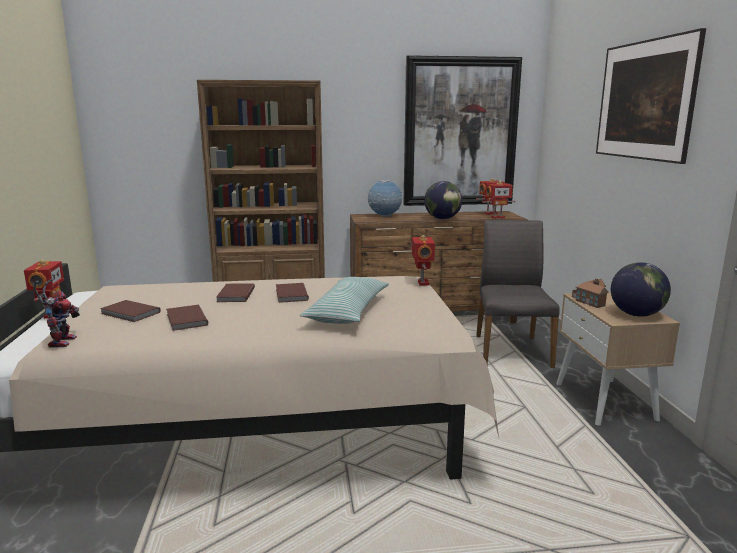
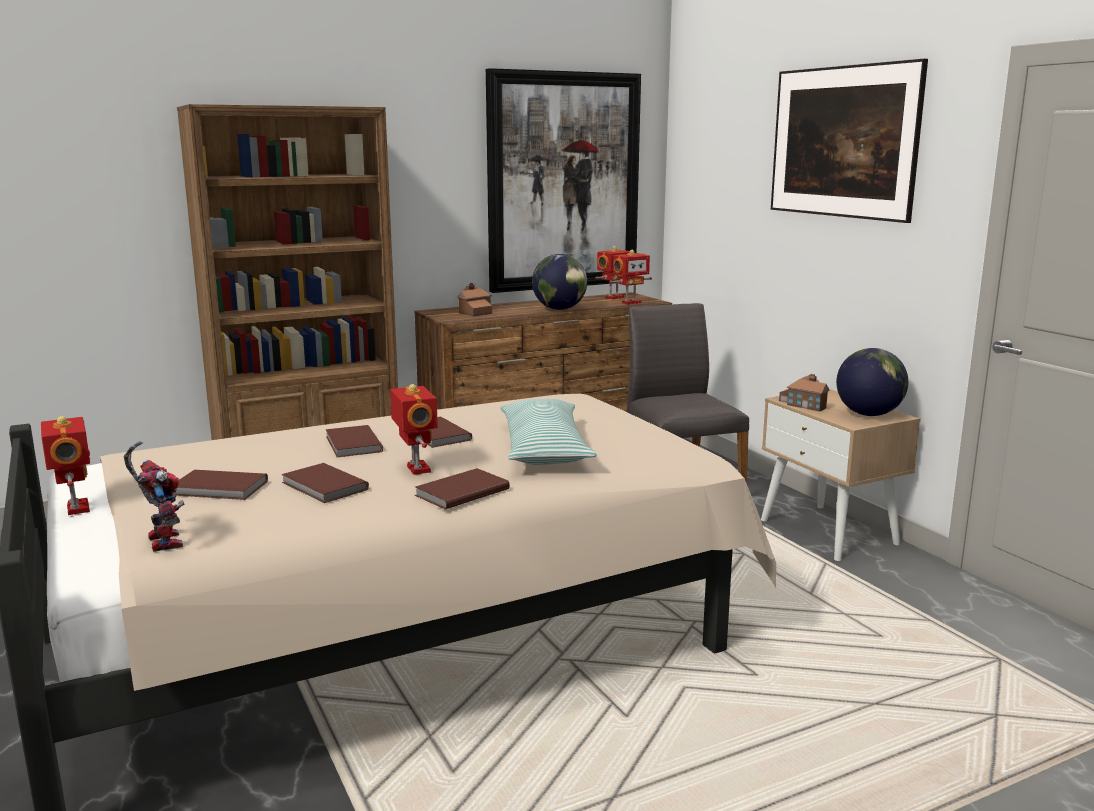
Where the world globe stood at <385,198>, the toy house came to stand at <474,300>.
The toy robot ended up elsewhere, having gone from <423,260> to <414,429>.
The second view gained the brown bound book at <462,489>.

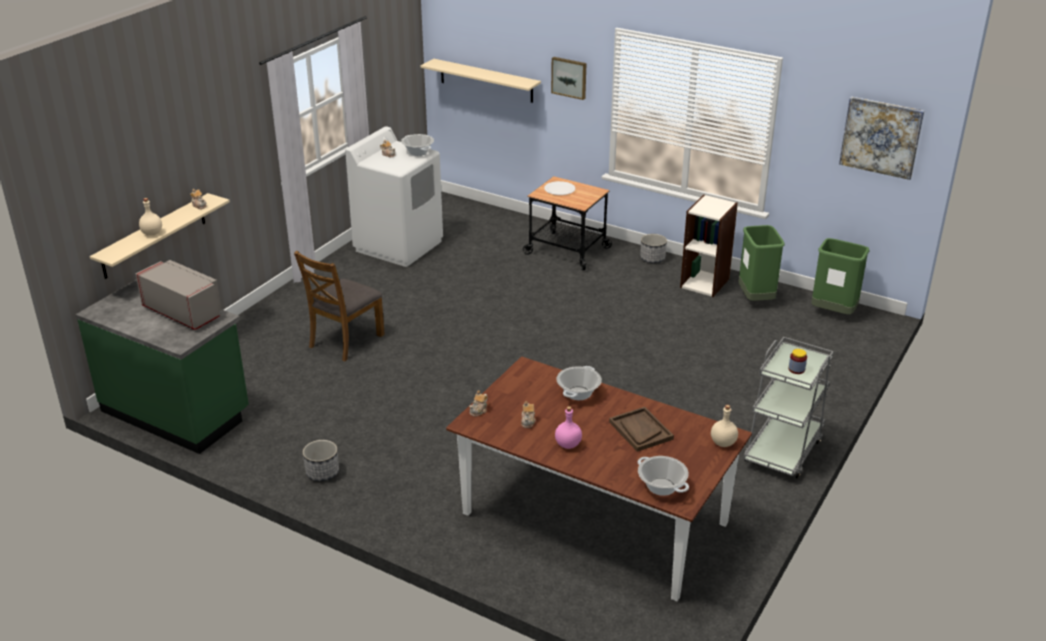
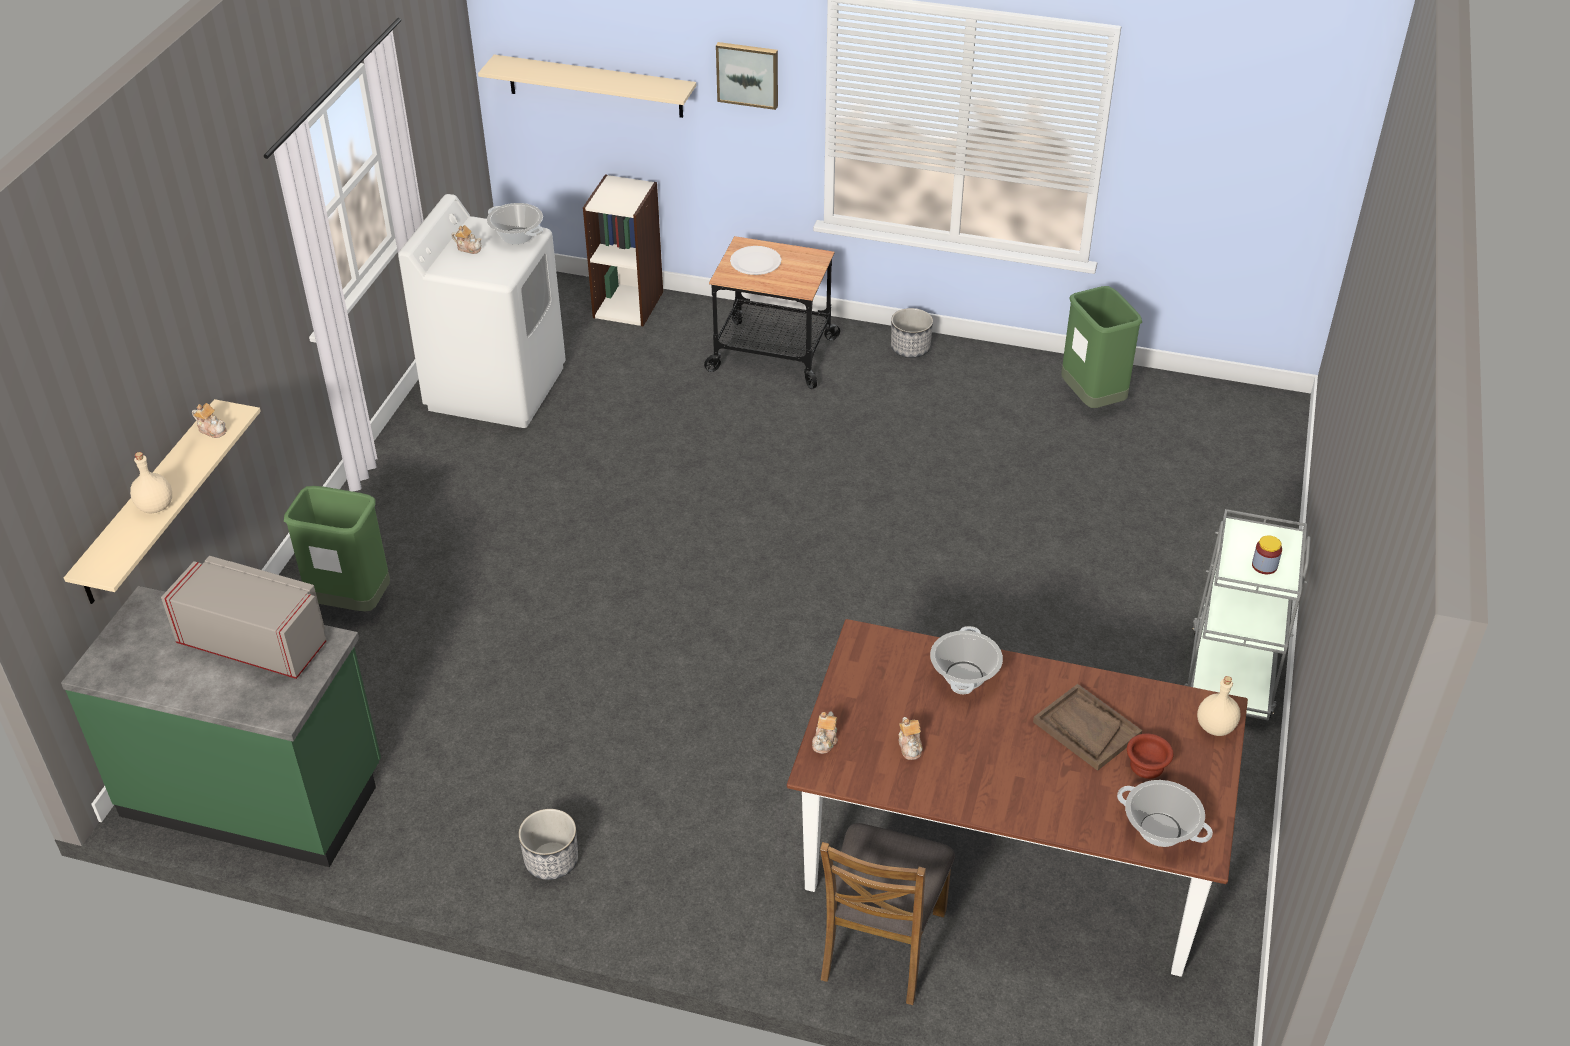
The brown plain chair ended up elsewhere, having gone from <339,306> to <887,914>.
The second view lost the pink-coloured drink bottle at <568,427>.
The shelving unit ended up elsewhere, having gone from <709,246> to <623,250>.
The green-coloured trash can ended up elsewhere, having gone from <840,276> to <337,548>.
The second view lost the picture at <881,138>.
The second view gained the brown serving bowl at <1150,756>.

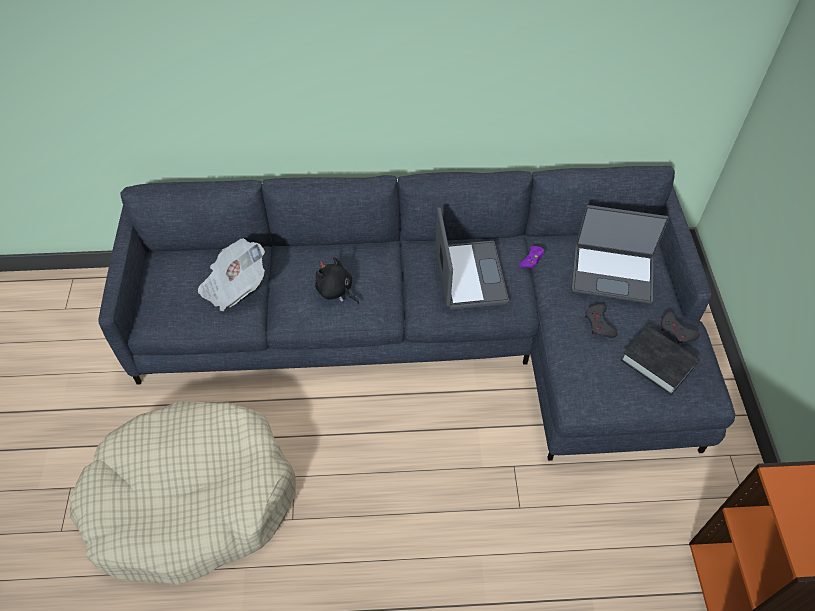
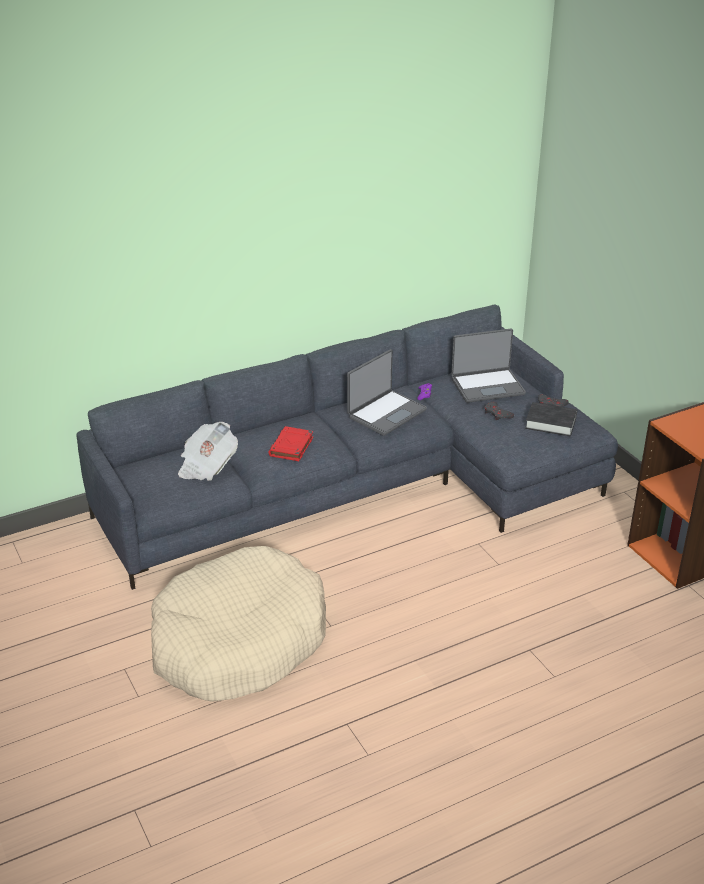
Where the black-coloured soft toy stood at <337,281>, the red-coloured bound book came to stand at <290,443>.
The laptop at <472,258> ended up facing another way, 75 degrees clockwise from before.

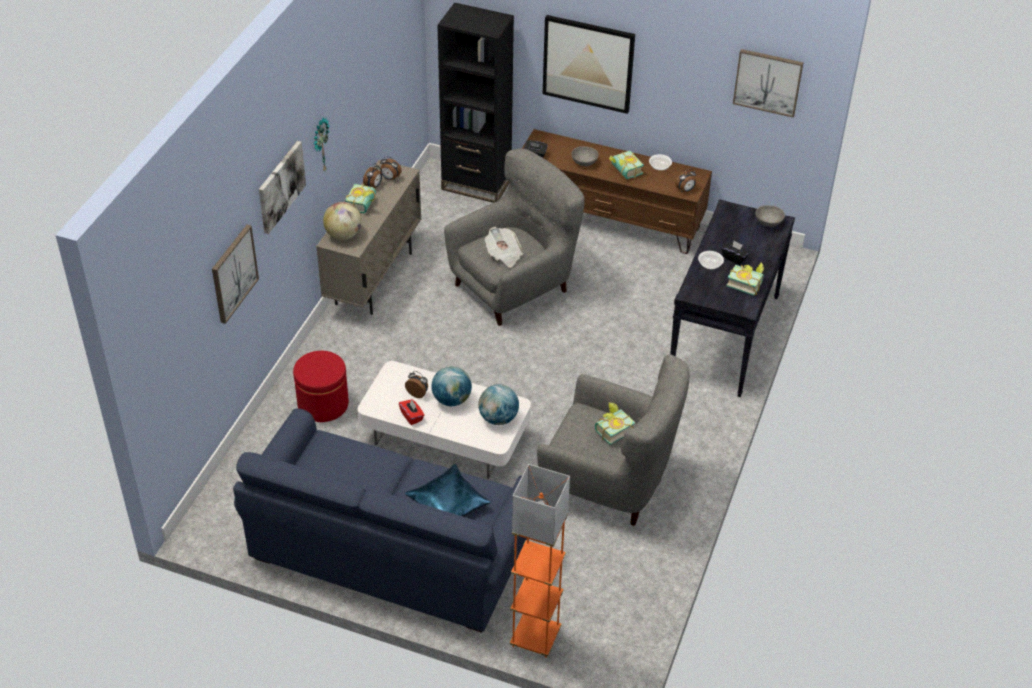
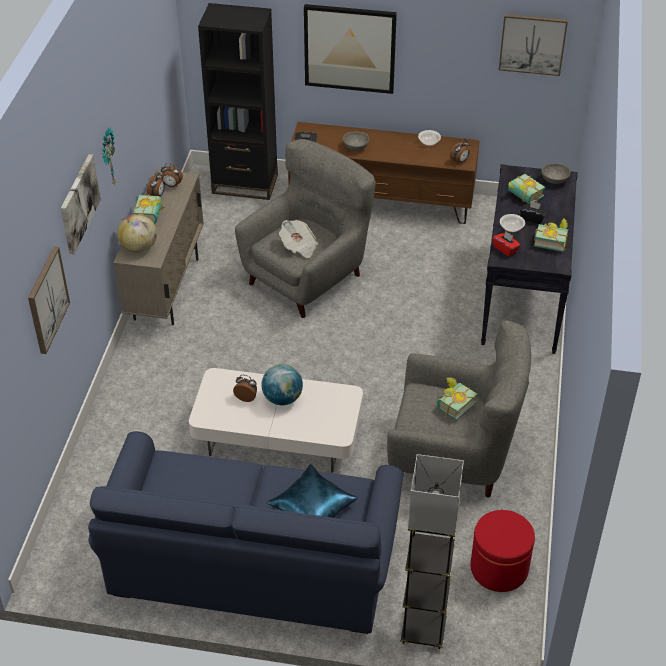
The red-coloured footrest ended up elsewhere, having gone from <321,386> to <502,551>.
The red-coloured tissue holder ended up elsewhere, having gone from <411,412> to <507,244>.
The second view lost the world globe at <498,405>.
What was the orangey standing lamp at <540,561> turned into the gray standing lamp at <432,551>.
The bound book ended up elsewhere, having gone from <626,165> to <526,189>.

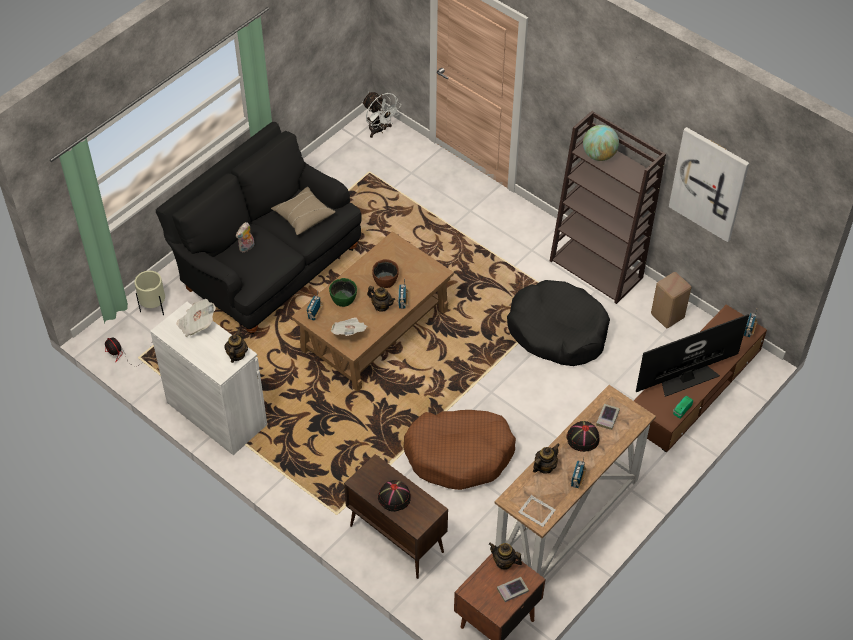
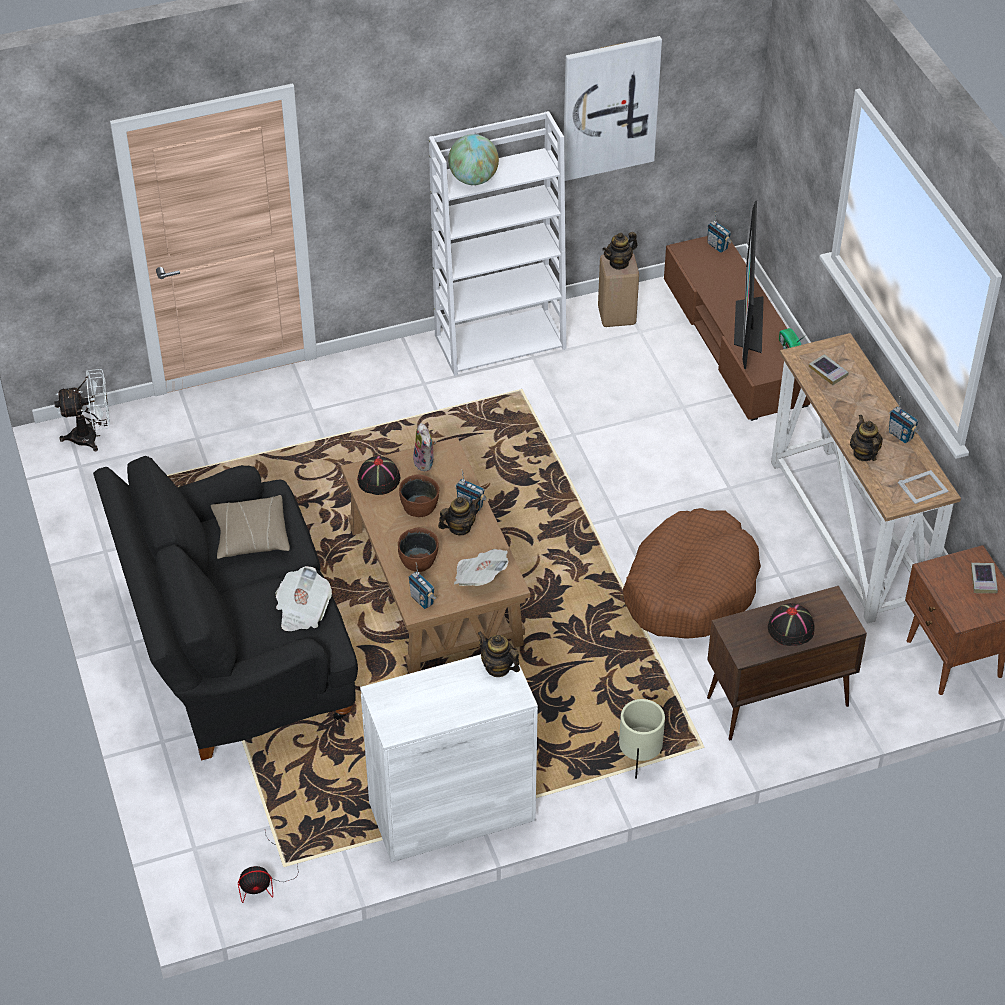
The beige-coloured plant pot ended up elsewhere, having gone from <149,293> to <642,739>.
The newspaper ended up elsewhere, having gone from <196,318> to <303,598>.
The soft toy ended up elsewhere, having gone from <245,237> to <424,447>.
What was the green-coloured serving bowl at <343,292> turned into the brown serving bowl at <418,550>.
The pot for tea ended up elsewhere, having gone from <505,556> to <619,251>.
The second view lost the black-coloured dog bed at <558,323>.
What was the brown shelving unit at <608,207> turned into the white shelving unit at <498,243>.
The black-coloured clothing hat ended up elsewhere, having gone from <582,436> to <378,475>.

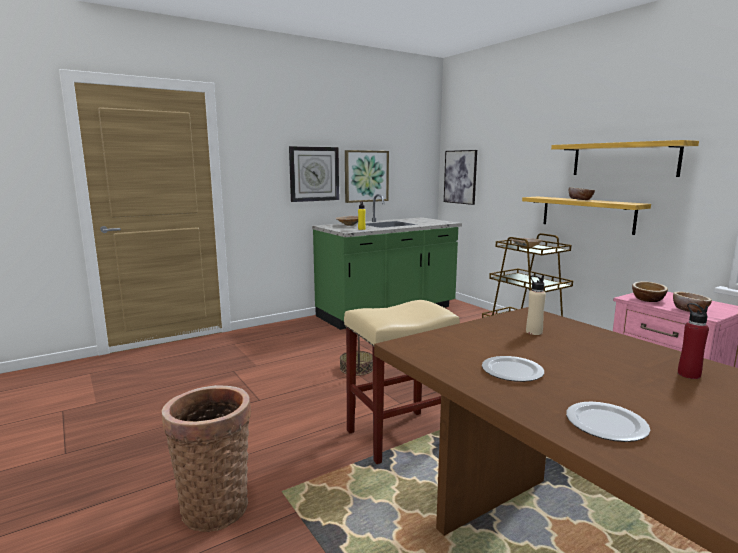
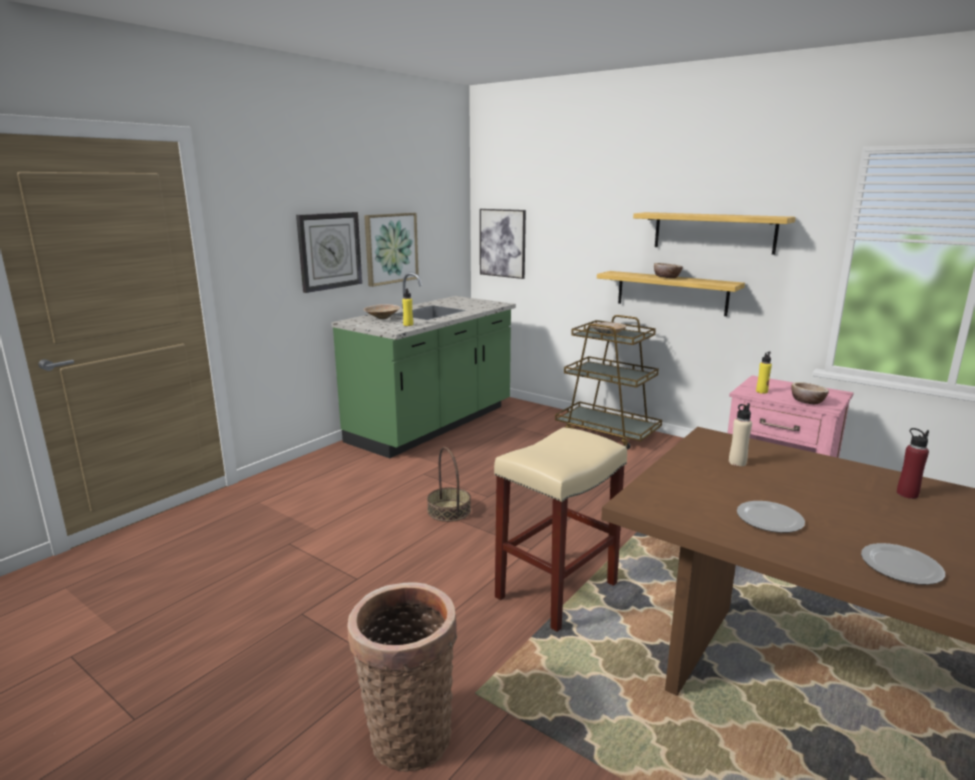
Where the serving bowl stood at <650,291>, the yellow drink bottle came to stand at <764,372>.

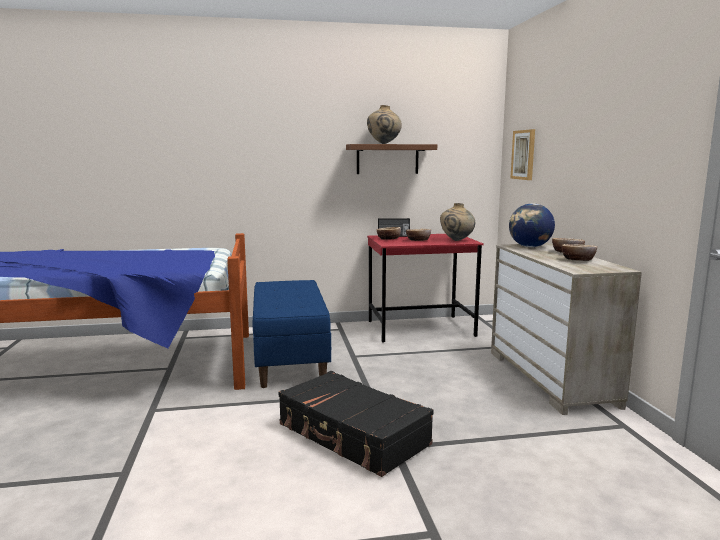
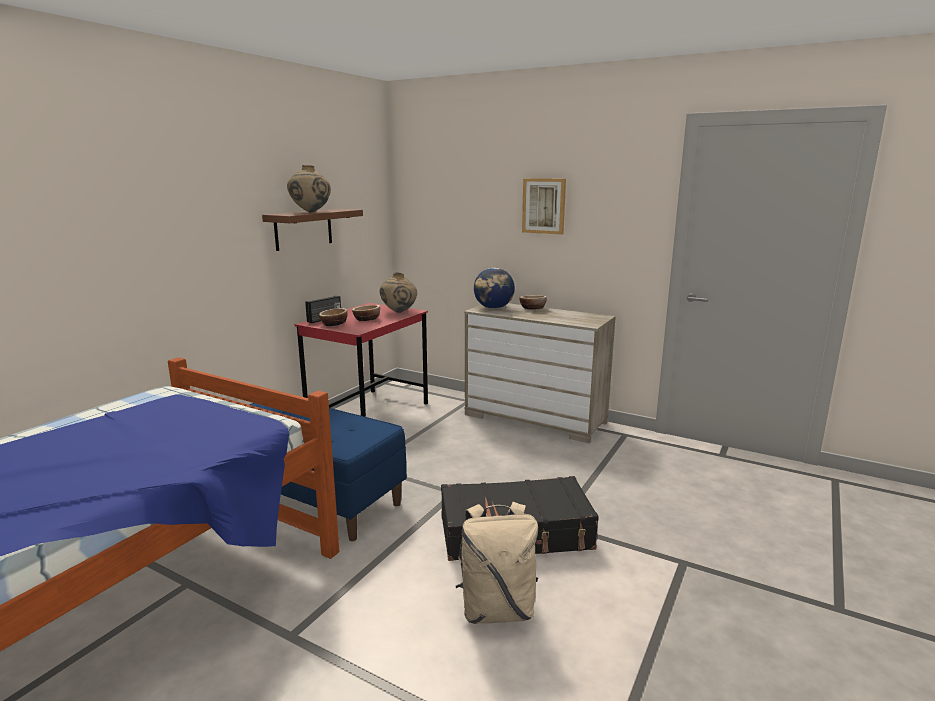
The picture ended up elsewhere, having gone from <522,154> to <544,206>.
The second view lost the serving bowl at <579,252>.
The second view gained the beige-coloured rucksack at <497,563>.

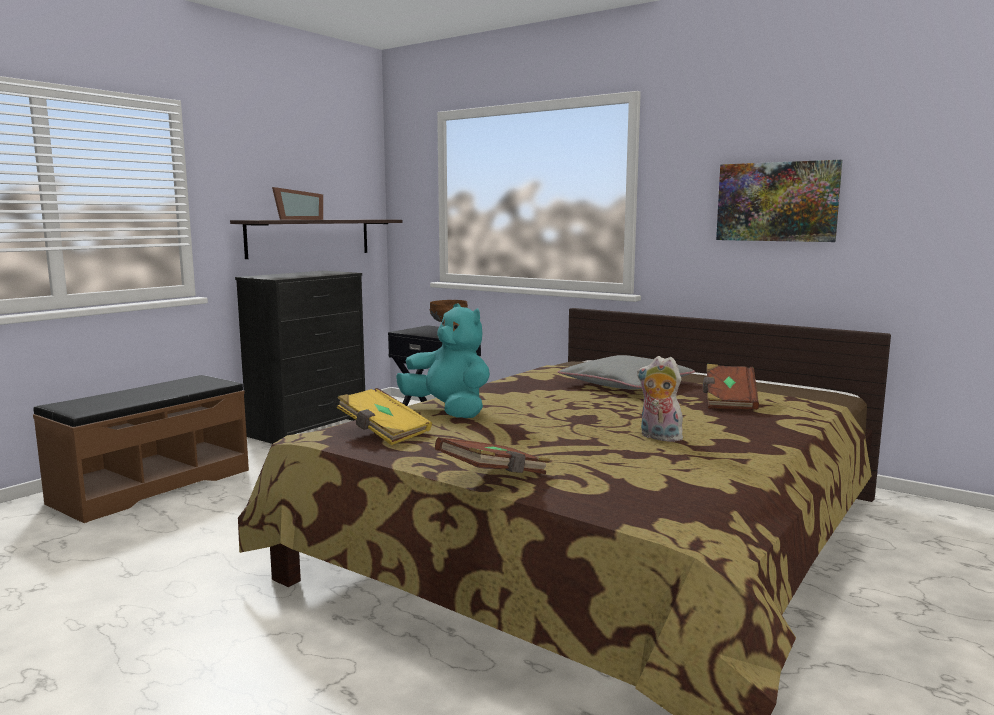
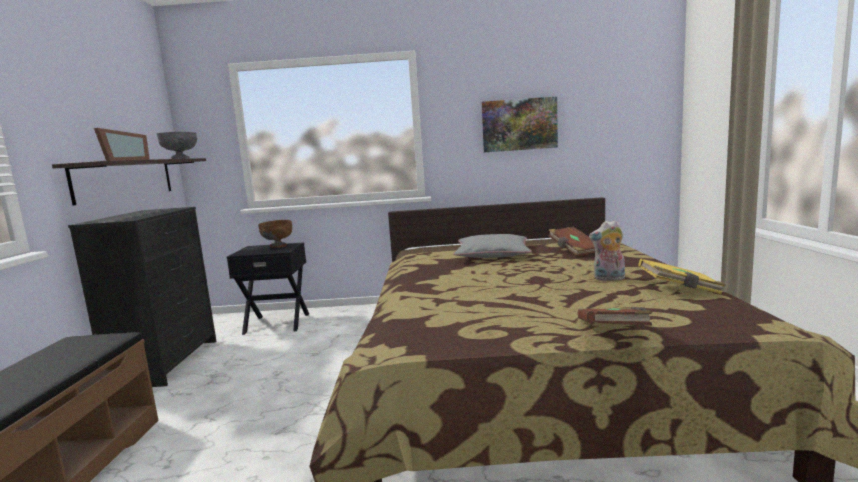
The yellow bound book ended up elsewhere, having gone from <384,416> to <682,276>.
The second view lost the blue-green soft toy at <443,360>.
The second view gained the gray serving bowl at <176,145>.

